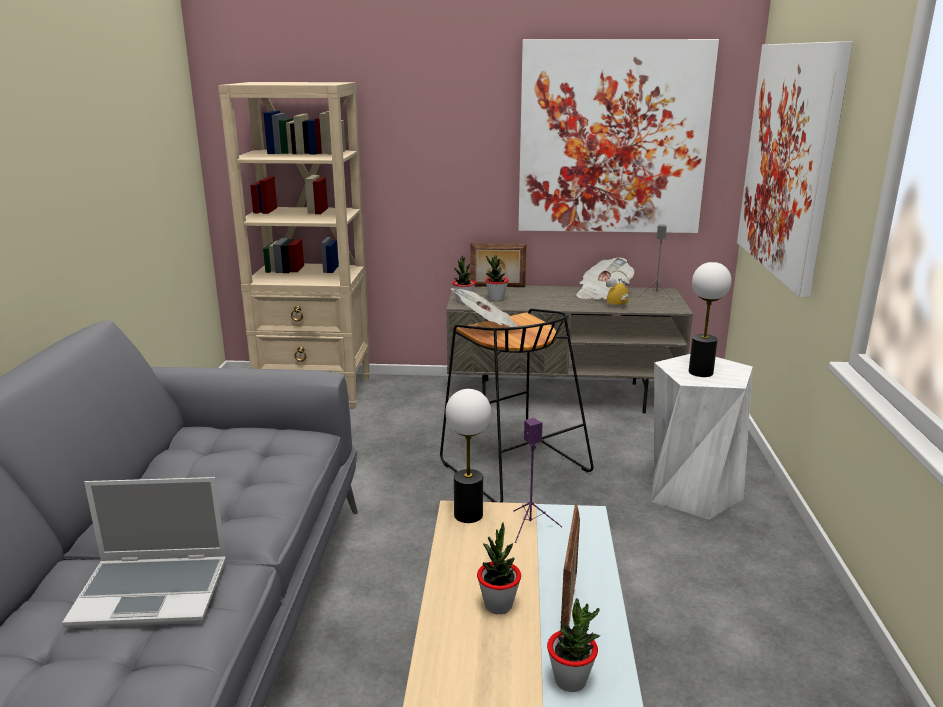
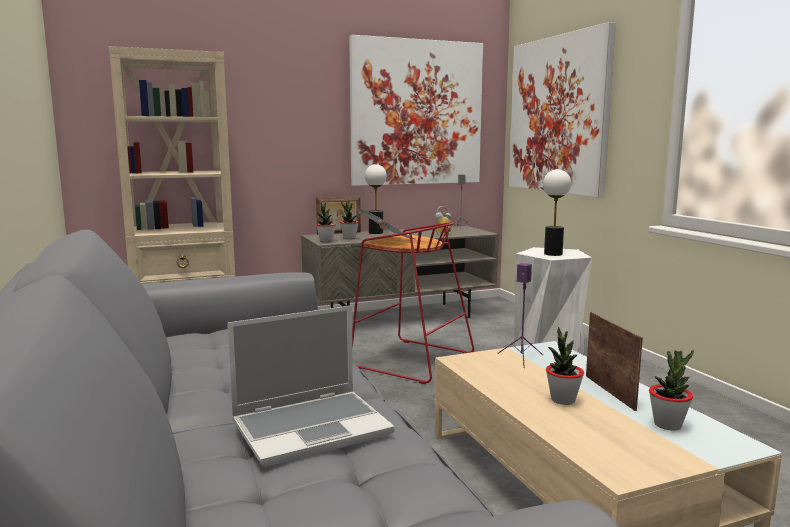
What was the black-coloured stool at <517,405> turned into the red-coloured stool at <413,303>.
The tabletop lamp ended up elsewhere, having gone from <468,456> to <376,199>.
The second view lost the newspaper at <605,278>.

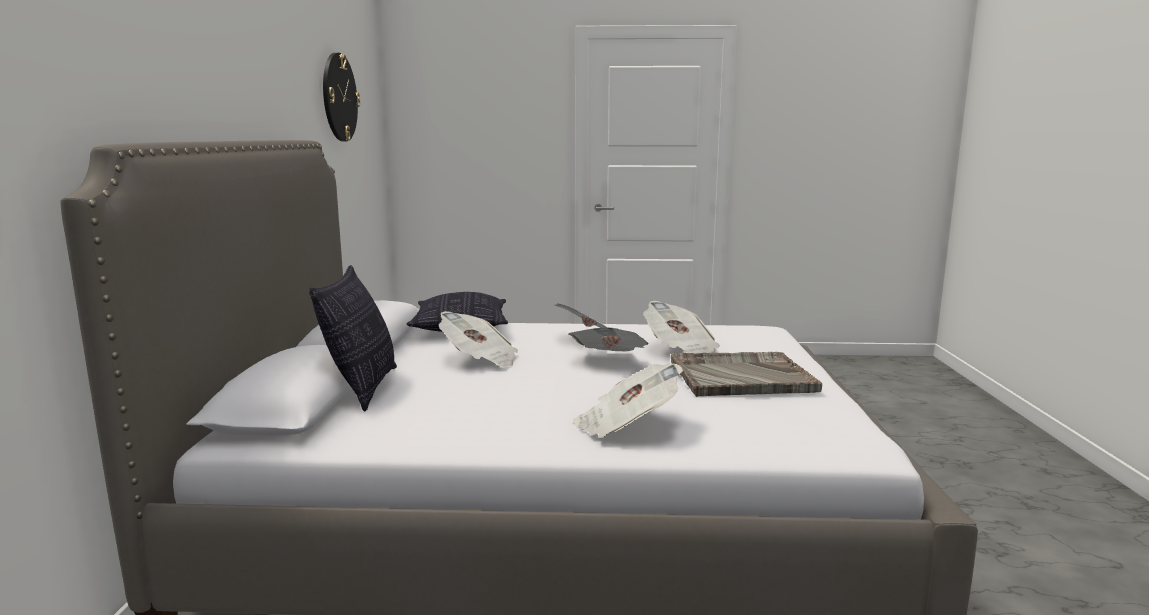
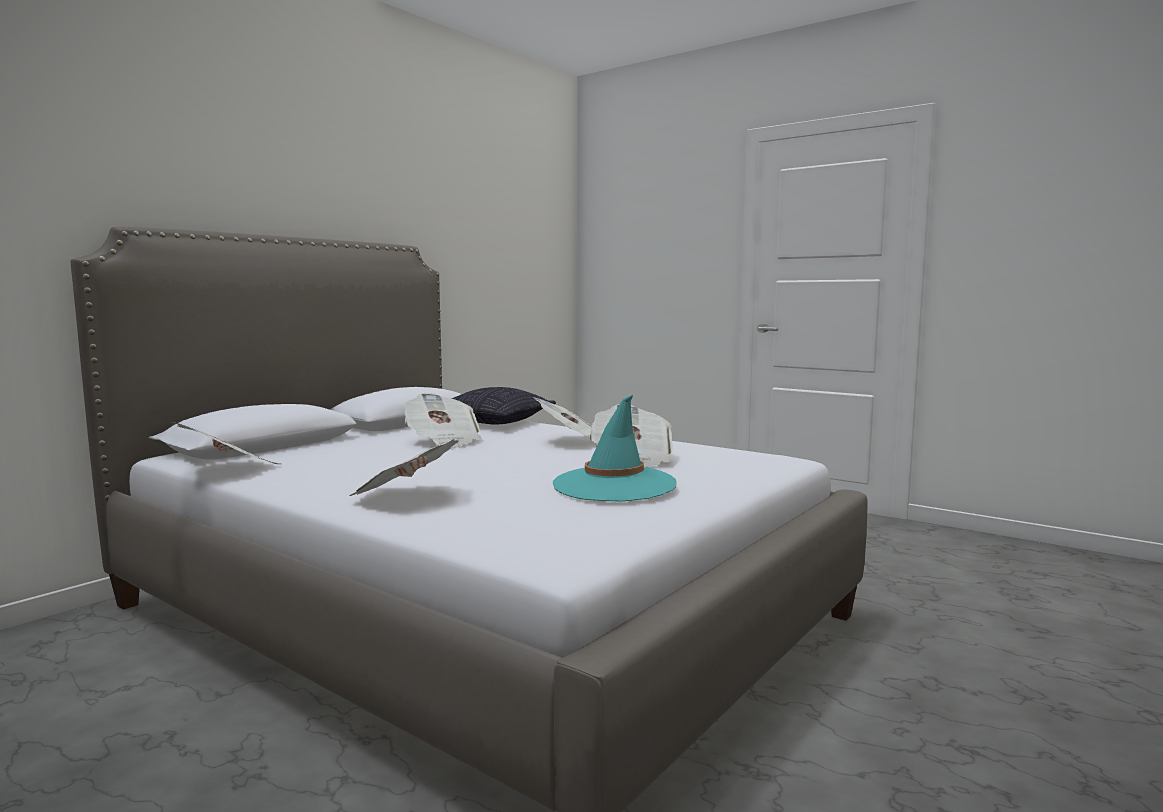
The second view lost the throw pillow at <353,338>.
The second view lost the clock on the wall at <341,97>.
The newspaper ended up elsewhere, having gone from <609,339> to <225,443>.
Where the gray tray stood at <746,374>, the blue-green clothing hat came to stand at <615,448>.

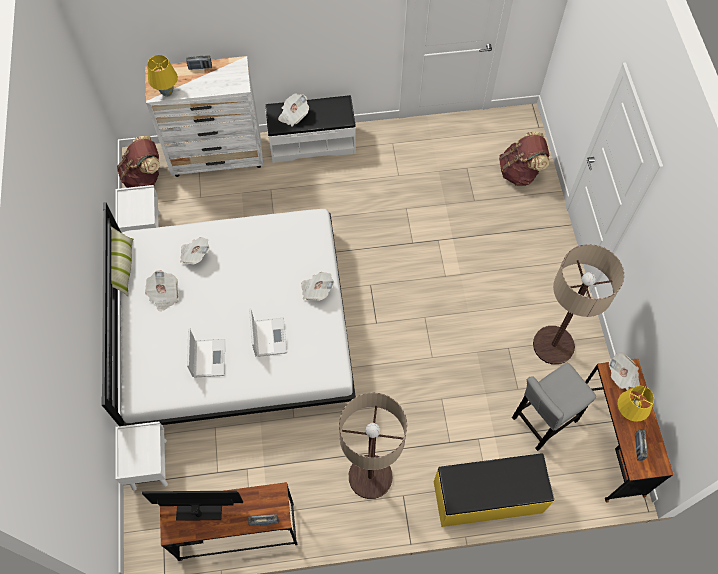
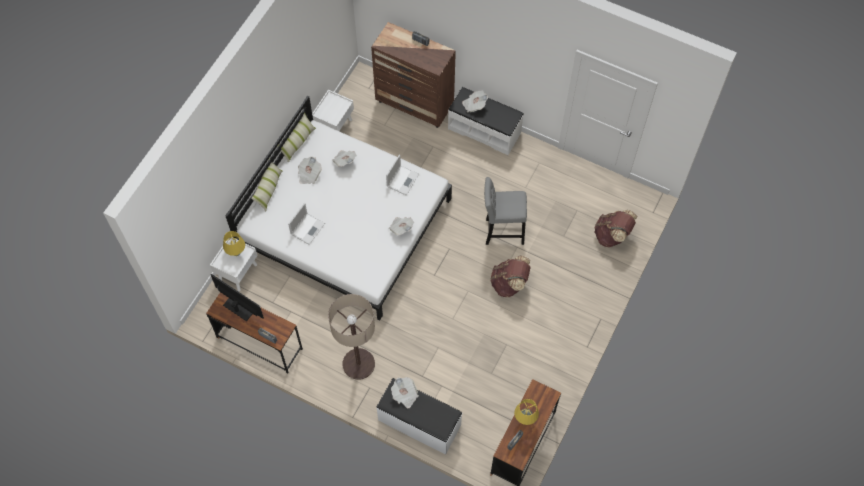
The brown rucksack ended up elsewhere, having gone from <138,162> to <510,276>.
What was the white chest of drawers at <204,116> turned into the brown chest of drawers at <413,75>.
The yellow tabletop lamp ended up elsewhere, having gone from <162,76> to <234,243>.
The laptop ended up elsewhere, having gone from <268,332> to <402,174>.
What was the yellow long seat at <494,490> turned into the white long seat at <419,416>.
The gray stool ended up elsewhere, having gone from <554,407> to <505,211>.
The second view lost the standing lamp at <578,304>.
The newspaper ended up elsewhere, having gone from <624,371> to <405,392>.
The second view gained the throw pillow at <266,184>.

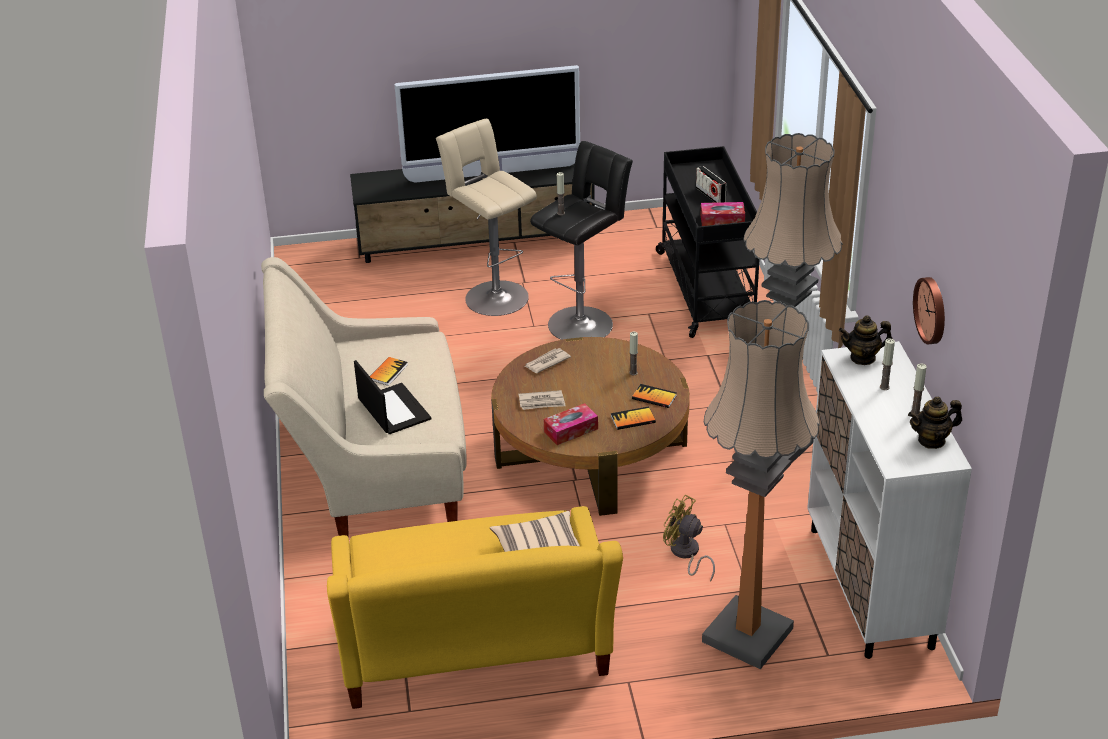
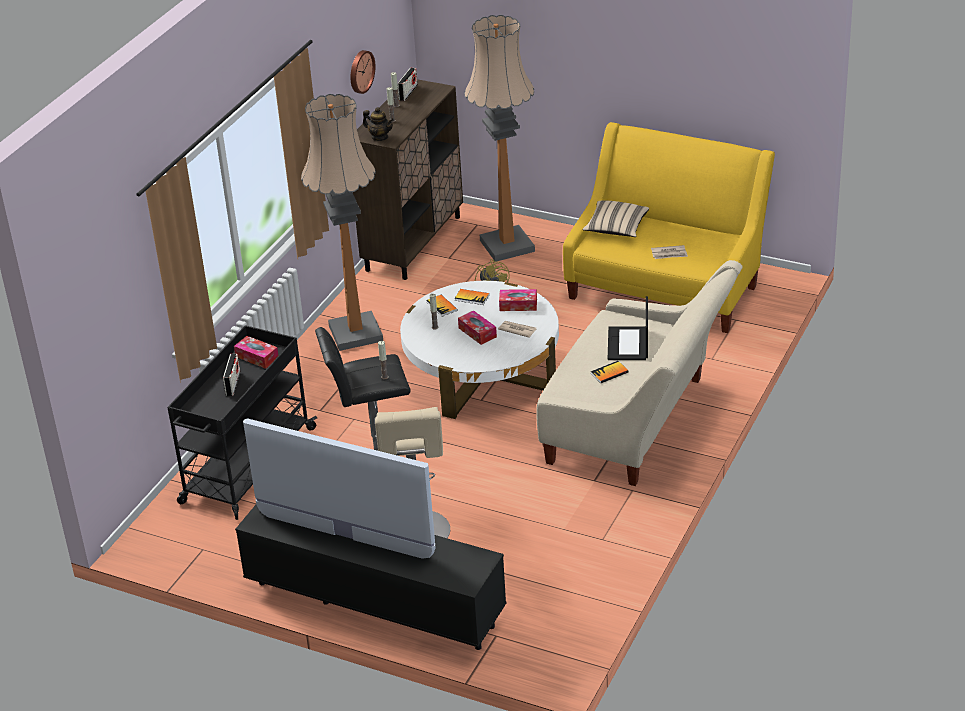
What was the brown low table at <590,426> turned into the white low table at <479,350>.
The newspaper ended up elsewhere, having gone from <547,360> to <669,252>.
What was the white cabinet at <889,500> turned into the brown cabinet at <408,179>.
Where the pot for tea stood at <935,423>, the radio came to stand at <408,84>.
The second view gained the tissue holder at <477,327>.

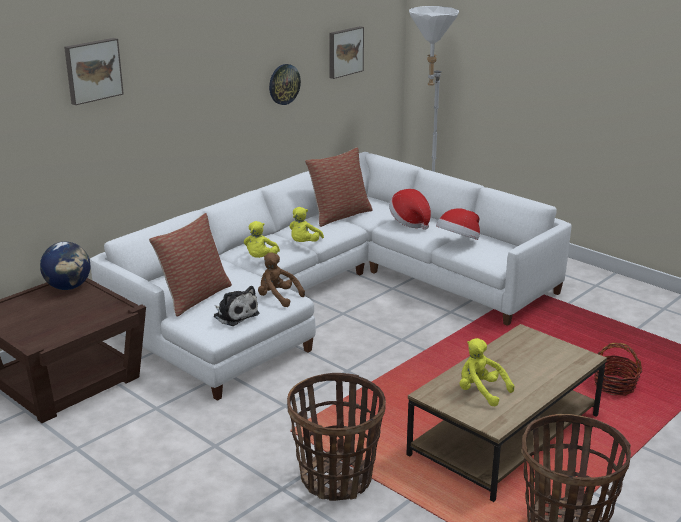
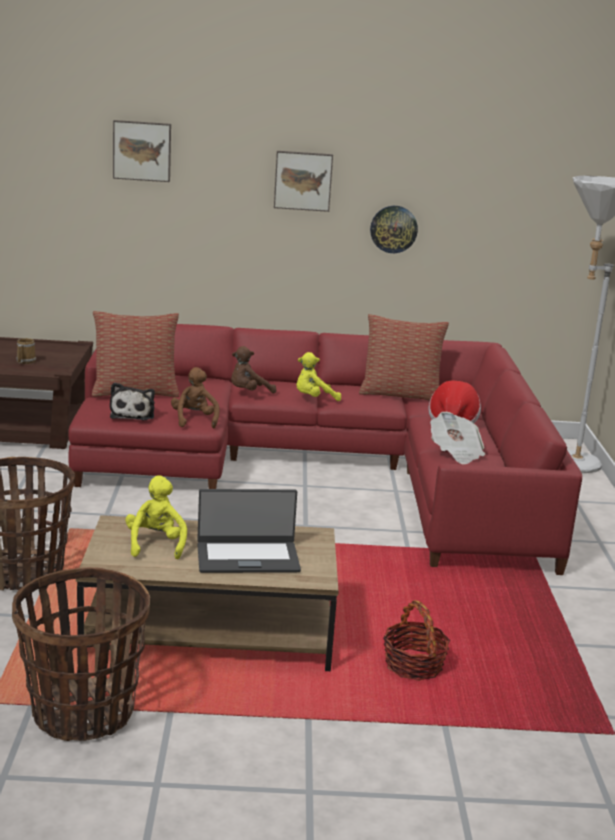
The second view lost the world globe at <65,266>.
What was the white couch at <331,276> turned into the red-coloured couch at <325,449>.
What was the yellow soft toy at <262,239> turned into the brown soft toy at <253,370>.
The picture ended up elsewhere, having gone from <346,52> to <303,181>.
Where the clothing hat stood at <458,224>, the newspaper came to stand at <457,438>.
The second view gained the coffee mug at <26,351>.
The second view gained the laptop at <249,531>.

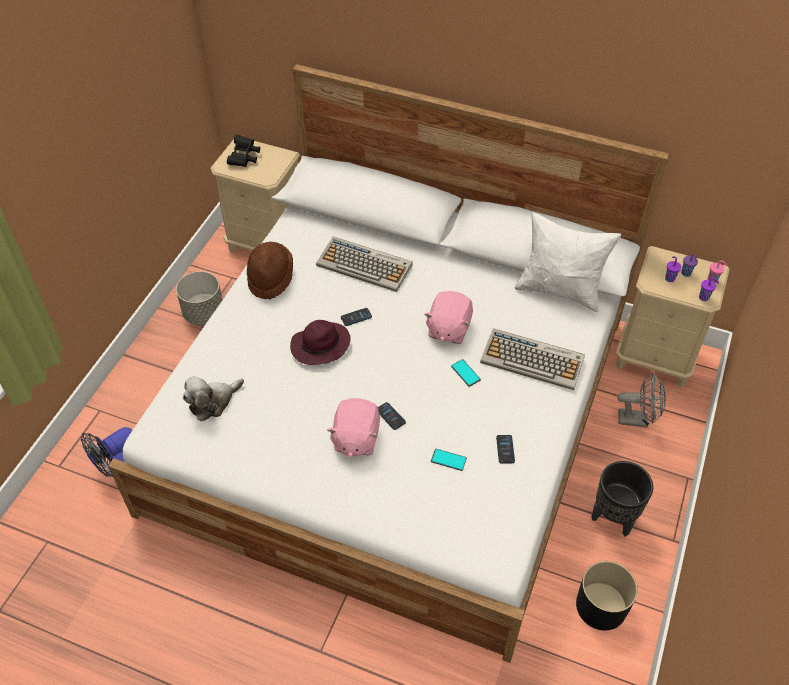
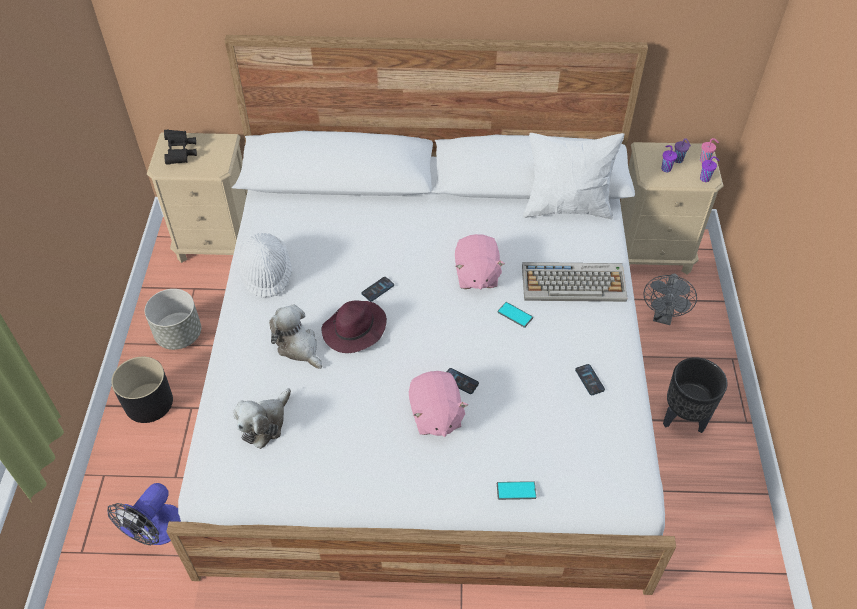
What was the brown clothing hat at <270,271> turned into the white clothing hat at <264,265>.
The second view lost the computer keyboard at <364,264>.
The phone ended up elsewhere, having gone from <449,460> to <516,490>.
The black-coloured plant pot ended up elsewhere, having gone from <607,595> to <142,390>.
The gray fan at <642,400> ended up facing another way, 120 degrees clockwise from before.
The second view gained the soft toy at <295,336>.

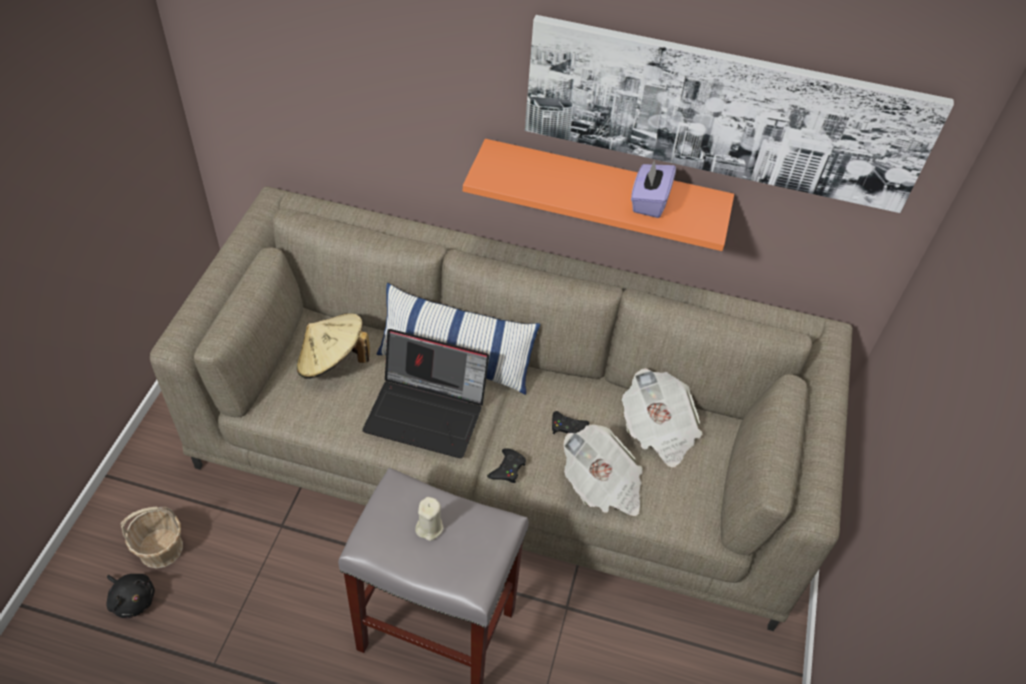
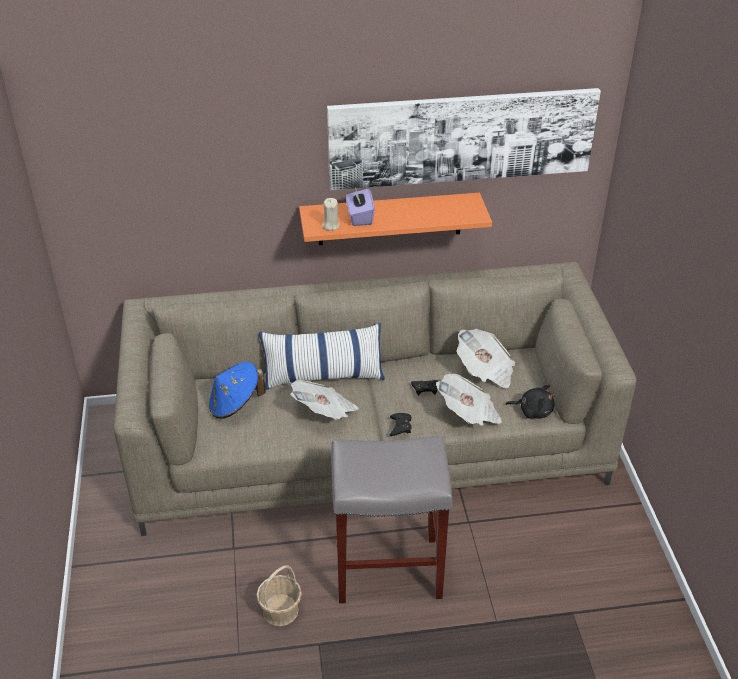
The black-coloured soft toy ended up elsewhere, having gone from <130,596> to <530,402>.
The storage basket ended up elsewhere, having gone from <152,538> to <279,595>.
What was the beige-coloured clothing hat at <333,346> turned into the bluish clothing hat at <237,390>.
Where the laptop stood at <425,393>, the newspaper came to stand at <324,400>.
The beige-coloured wax candle ended up elsewhere, having gone from <429,519> to <331,214>.
The purple tissue holder ended up elsewhere, having gone from <653,188> to <360,206>.

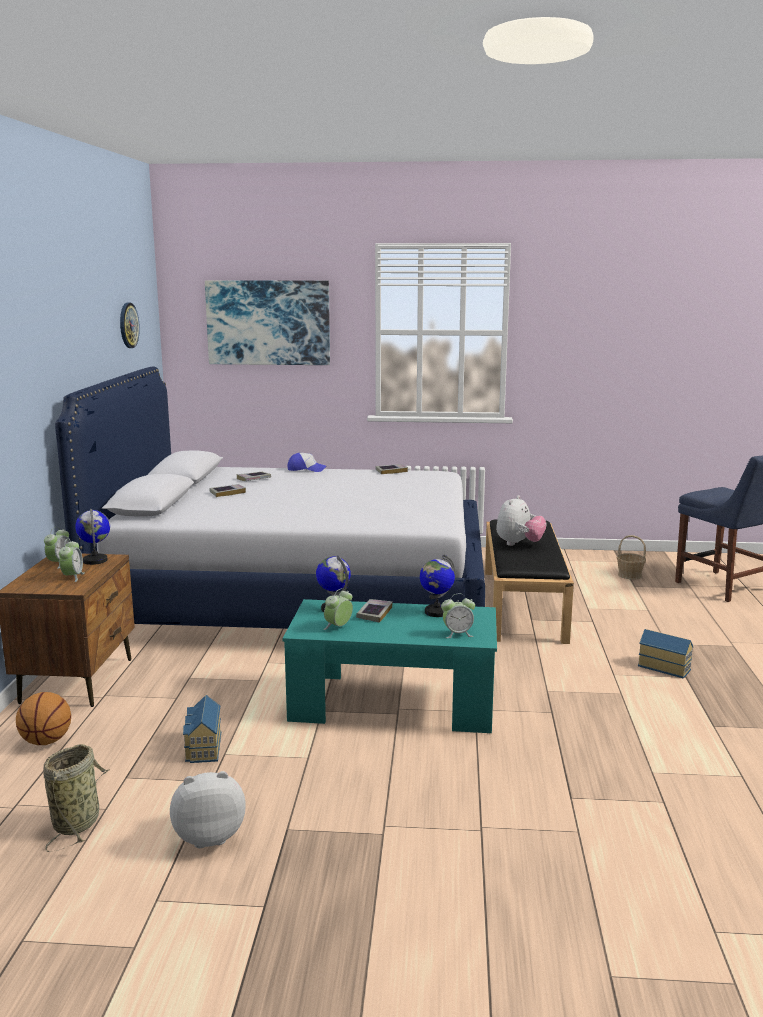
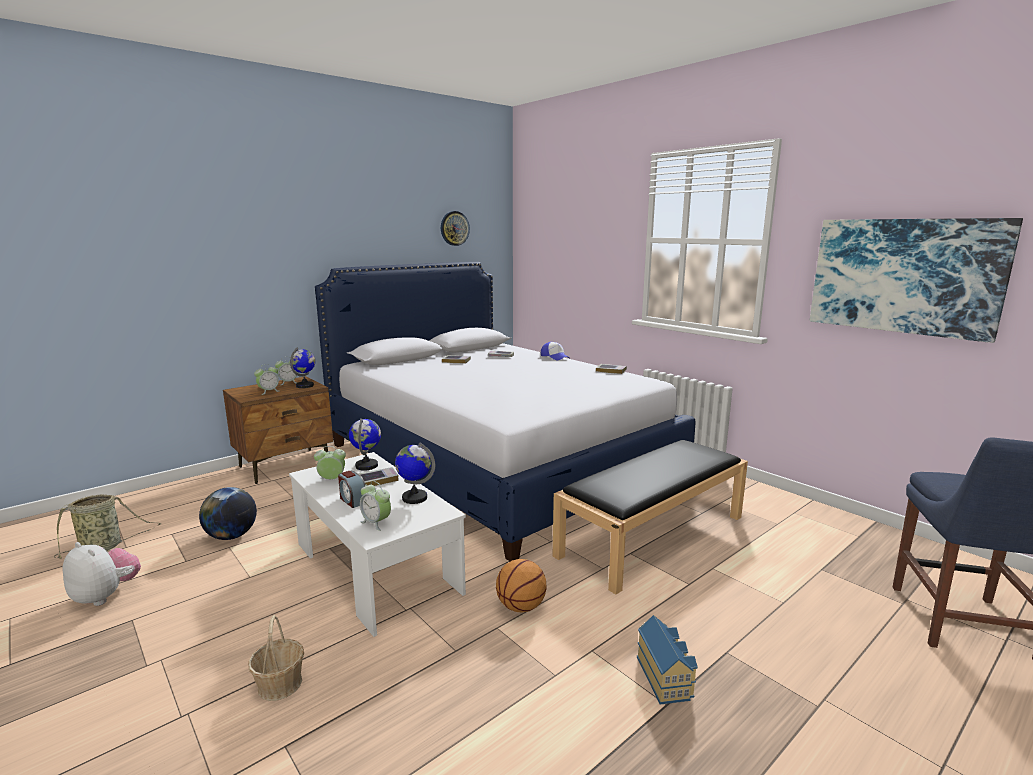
The basketball ended up elsewhere, having gone from <43,718> to <521,585>.
Where the toy house stood at <202,729>, the world globe came to stand at <228,513>.
The picture ended up elsewhere, having gone from <267,322> to <916,280>.
What was the blue-green low table at <390,666> turned into the white low table at <377,544>.
The second view lost the soft toy at <521,520>.
The storage basket ended up elsewhere, having gone from <631,557> to <276,658>.
The second view gained the bedside clock at <352,489>.

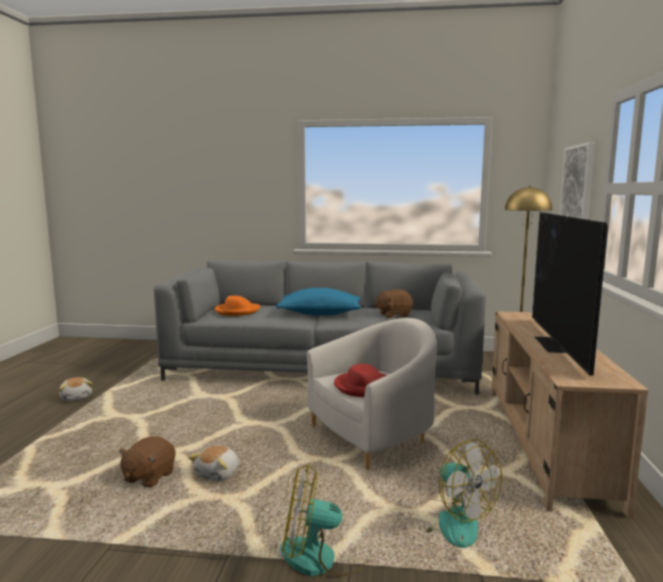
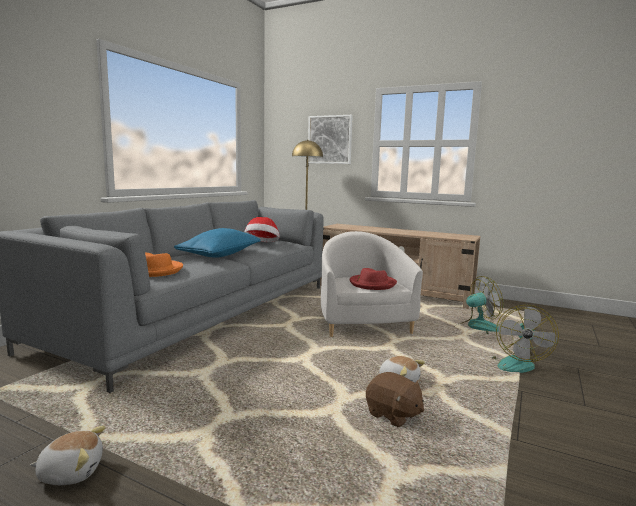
Where the brown soft toy stood at <394,304>, the clothing hat came to stand at <261,229>.
The second view lost the TV set at <570,294>.

